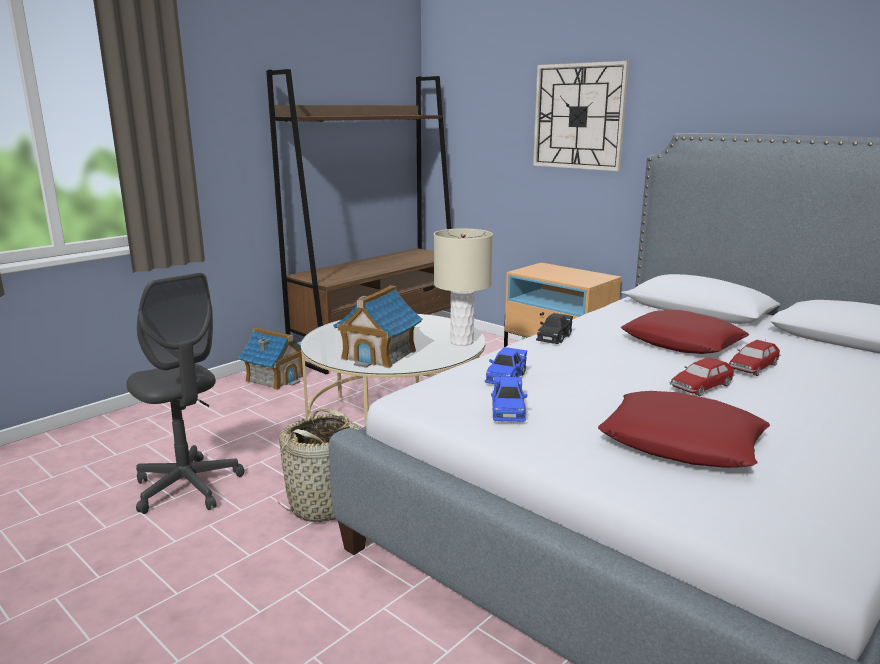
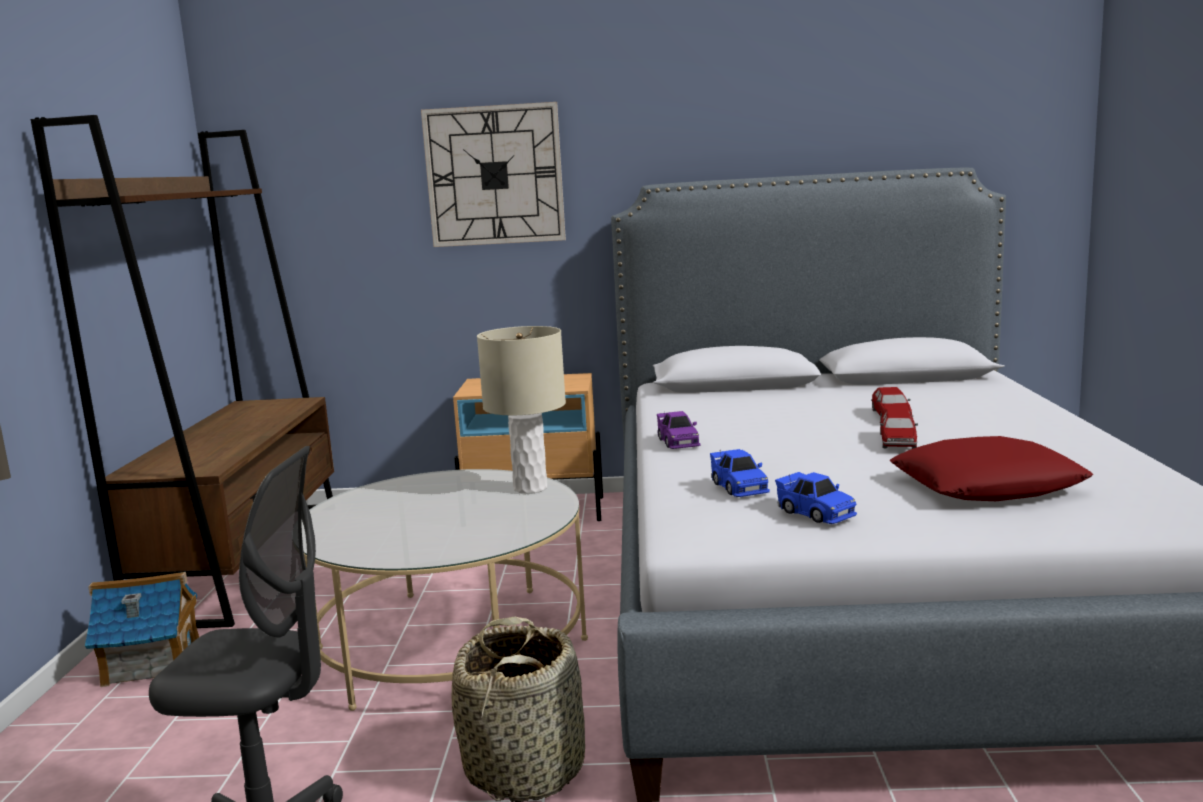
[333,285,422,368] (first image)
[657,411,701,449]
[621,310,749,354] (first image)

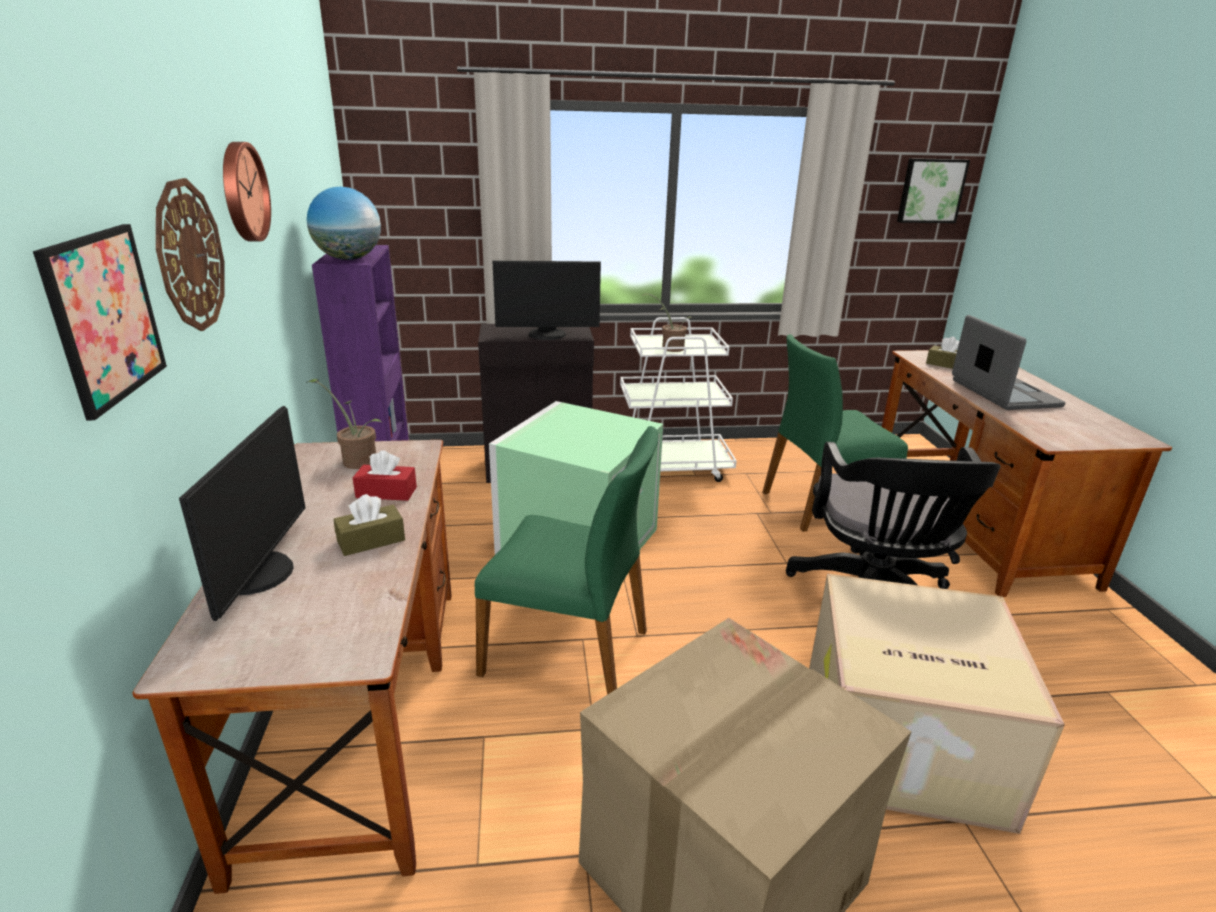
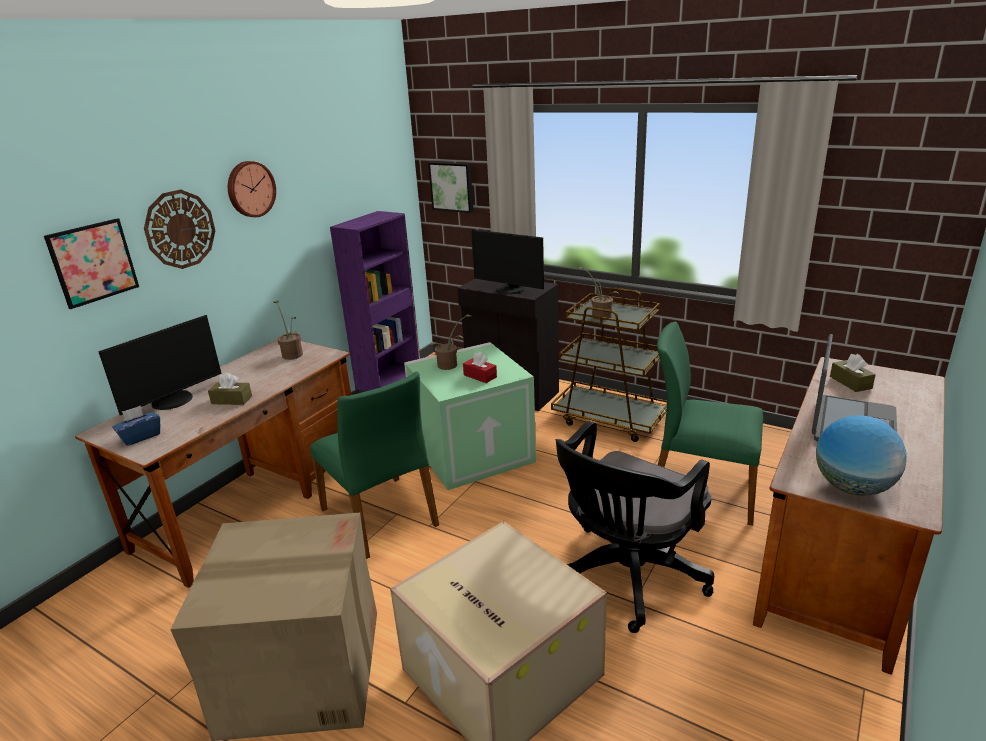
[816,415,907,496]
[463,352,497,383]
[551,288,667,442]
[428,162,473,213]
[112,406,160,446]
[430,315,471,370]

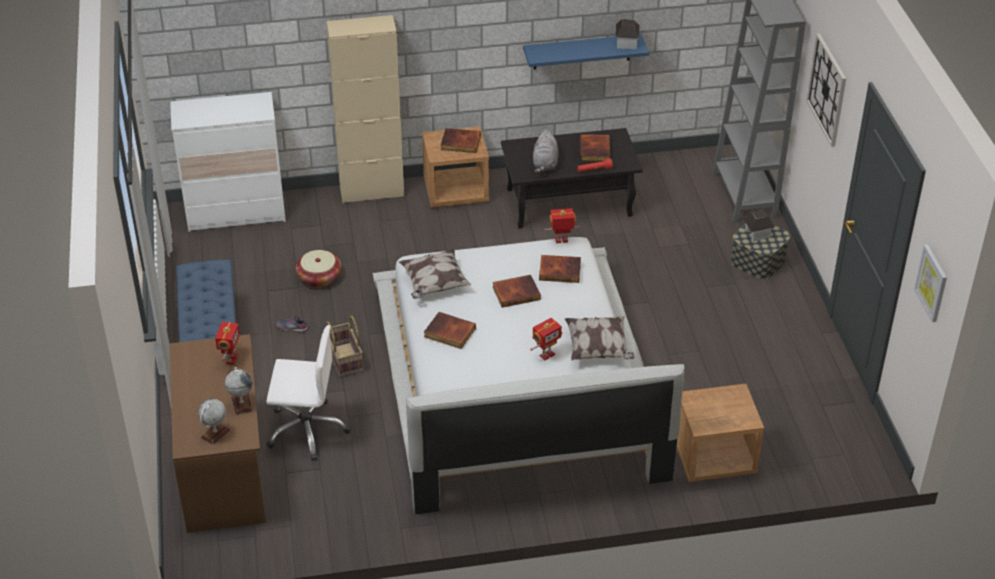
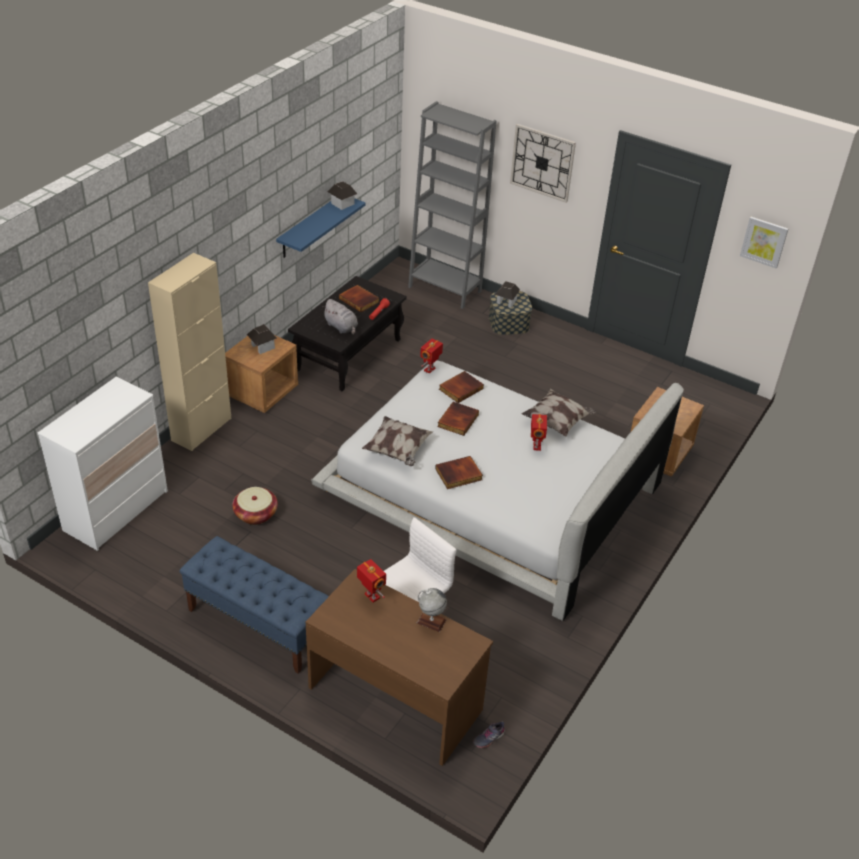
[198,398,230,445] (first image)
[473,721,505,748]
[326,316,363,378] (first image)
[247,324,277,354]

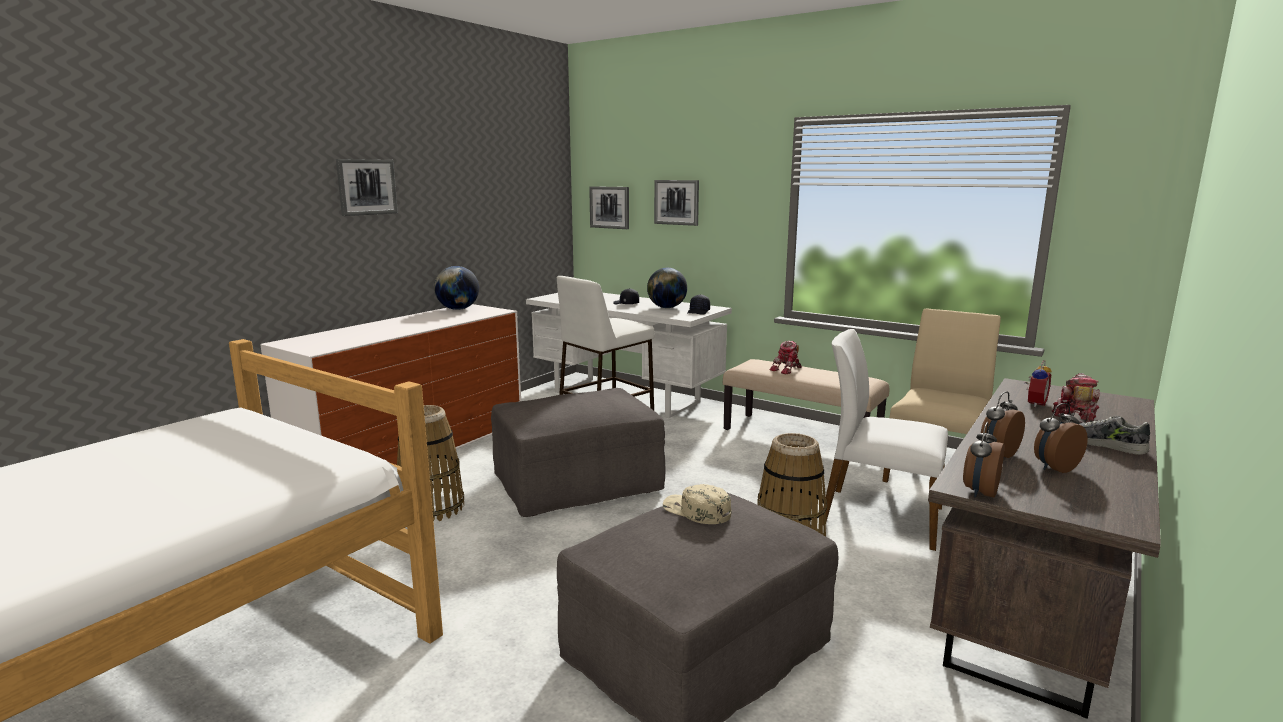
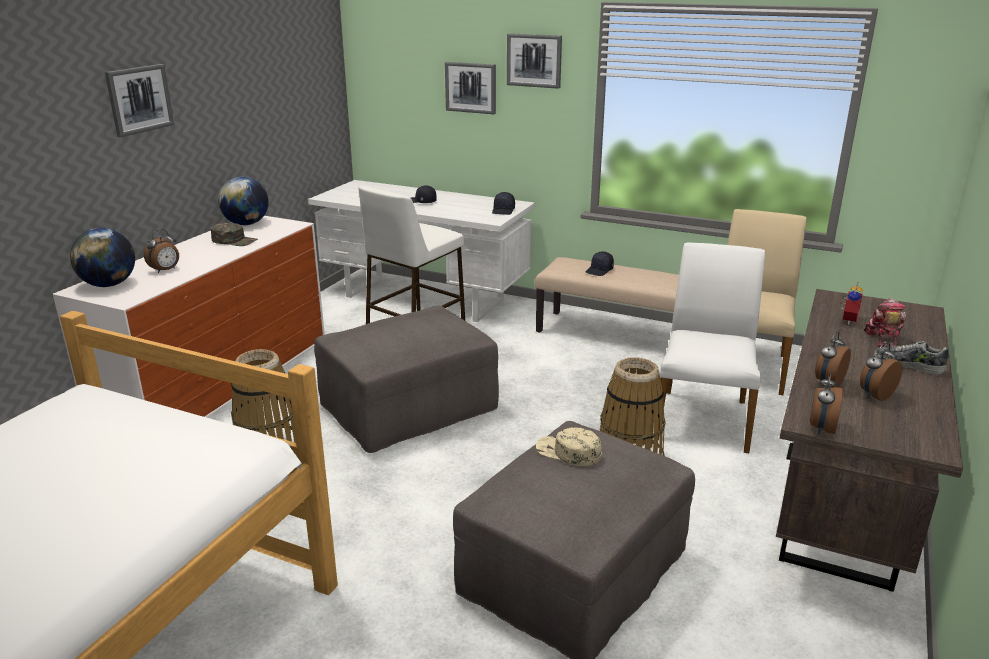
[507,33,562,89]
[70,228,135,287]
[586,251,614,276]
[658,242,765,453]
[144,229,179,273]
[211,223,258,246]

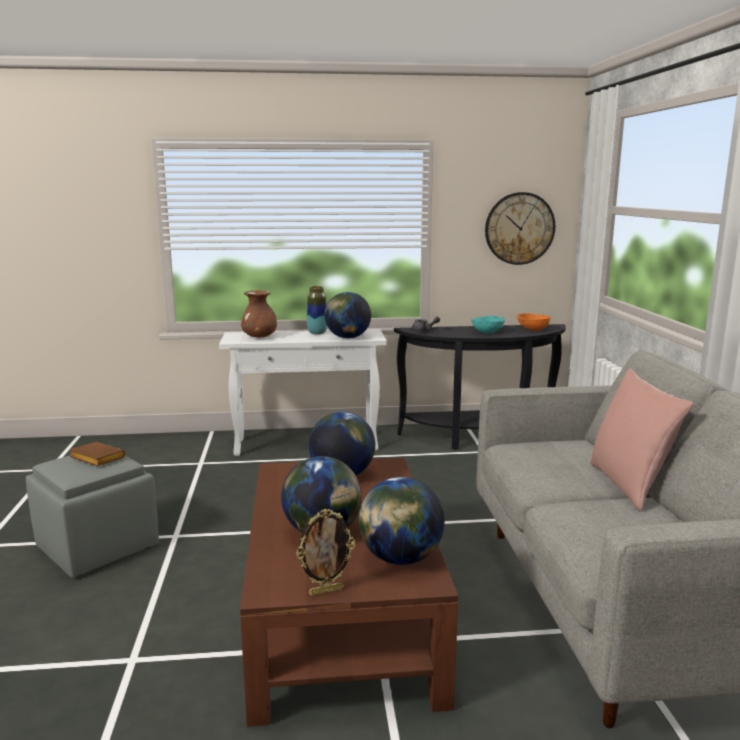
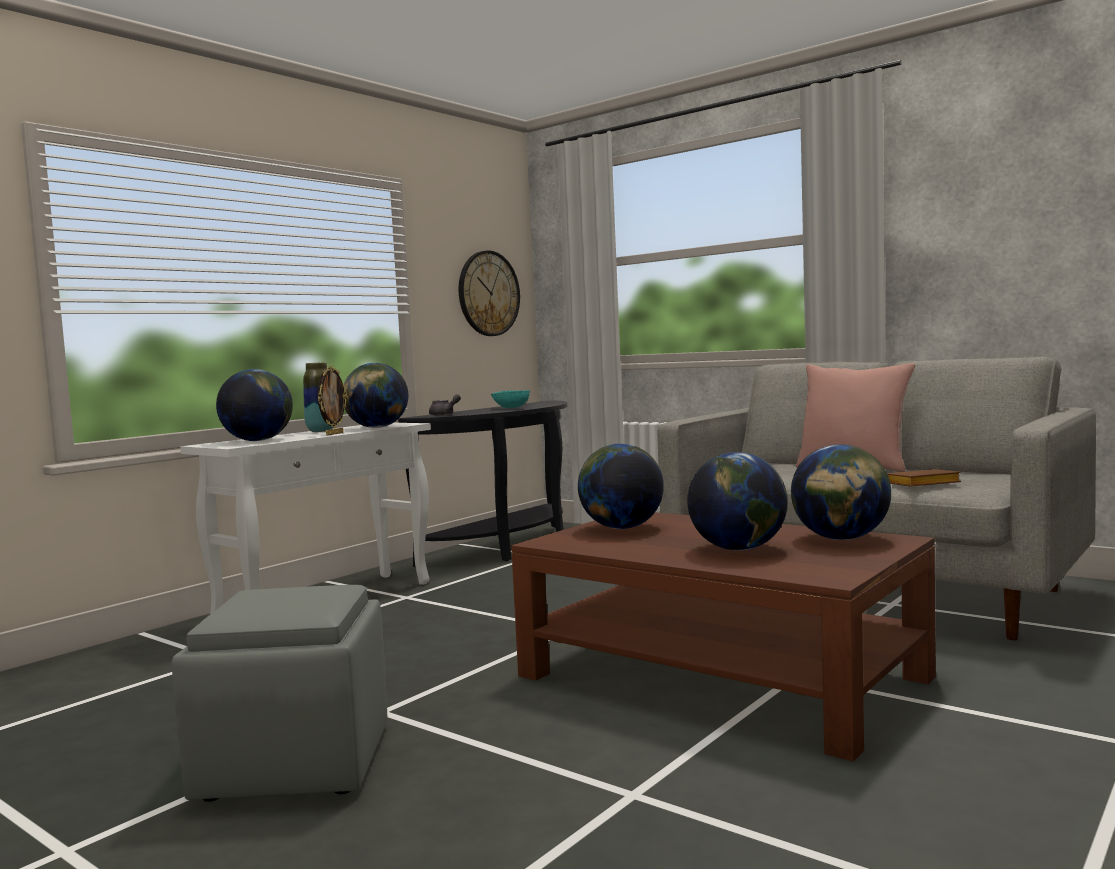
[887,469,961,486]
[216,369,293,441]
[318,365,348,435]
[517,313,551,331] (first image)

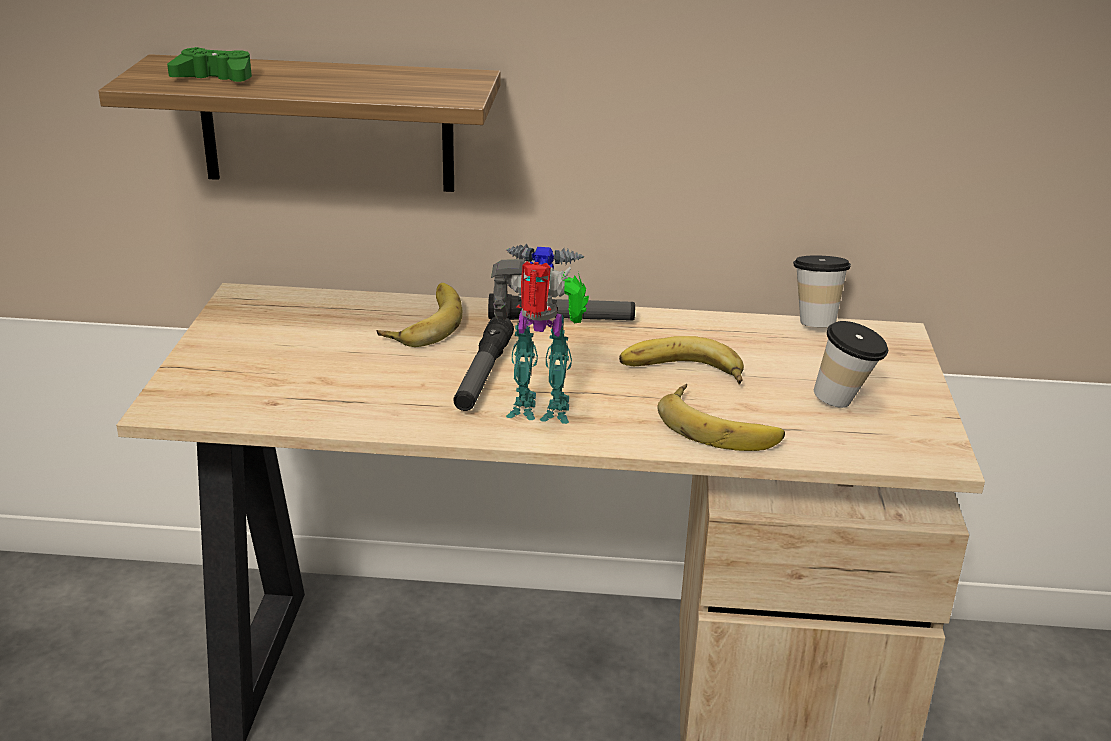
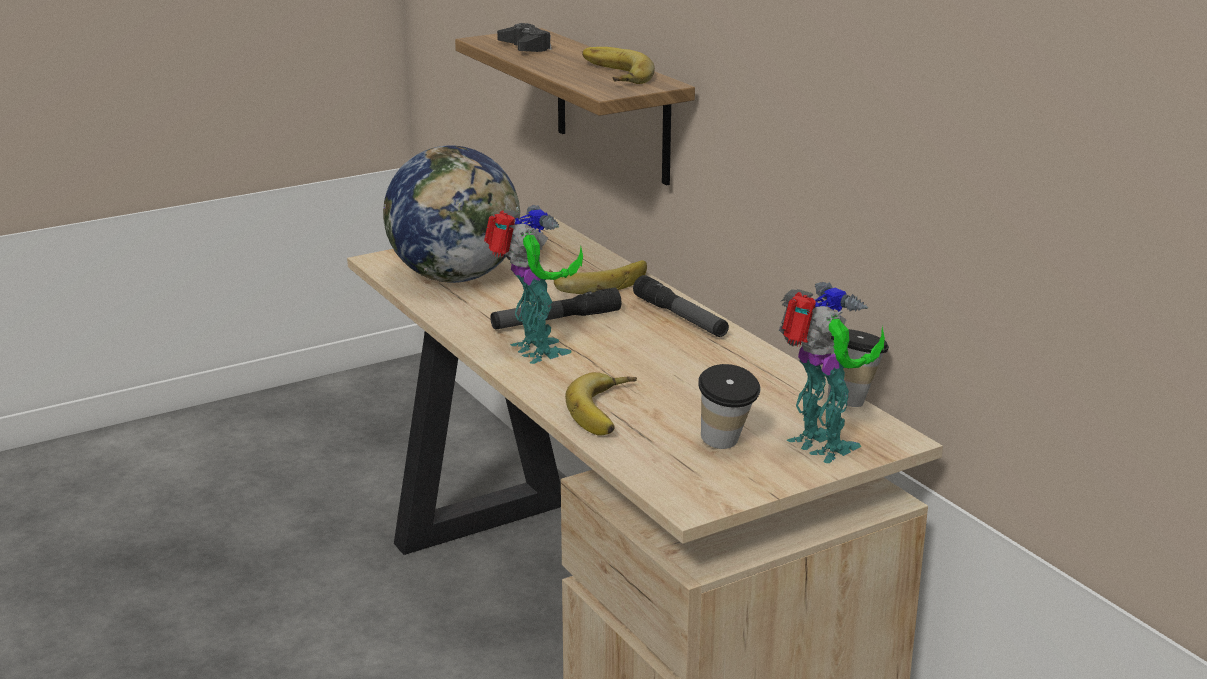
[497,23,552,52]
[582,47,655,84]
[383,145,520,283]
[779,282,885,463]

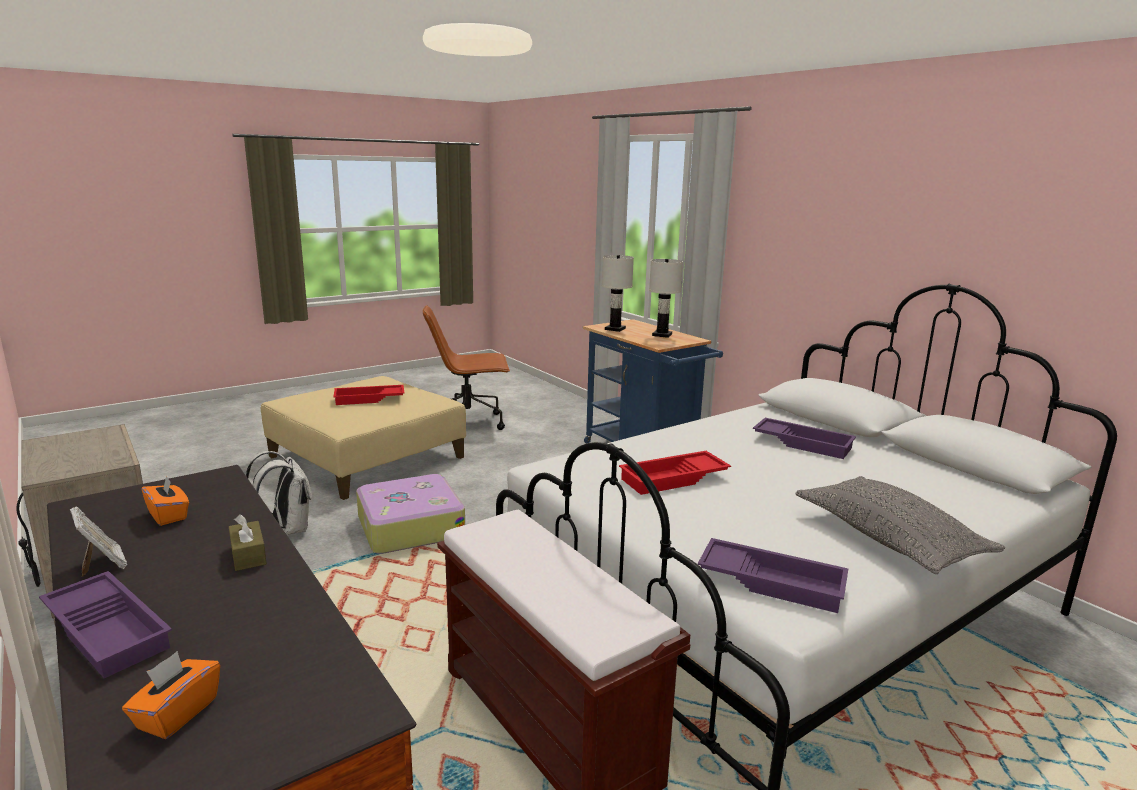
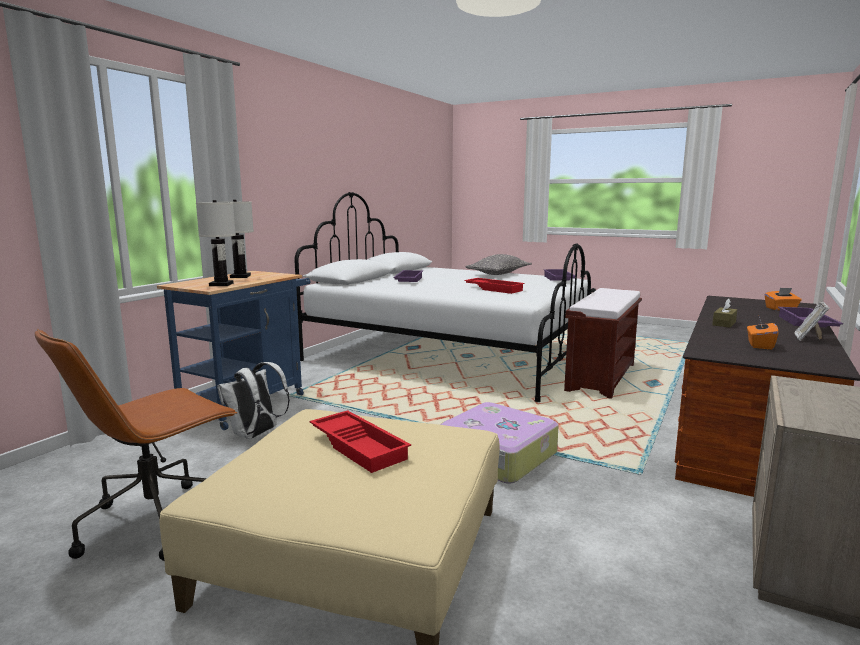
[217,362,290,439]
[35,329,238,561]

